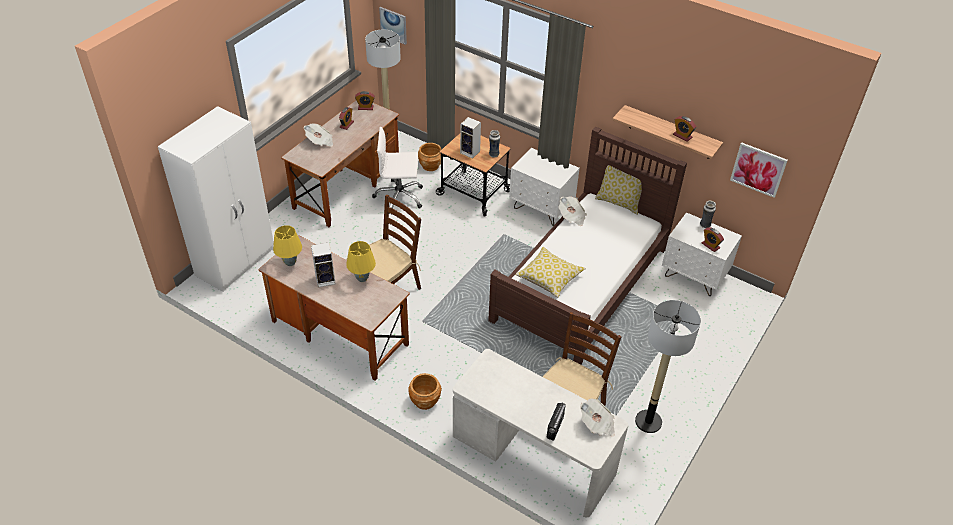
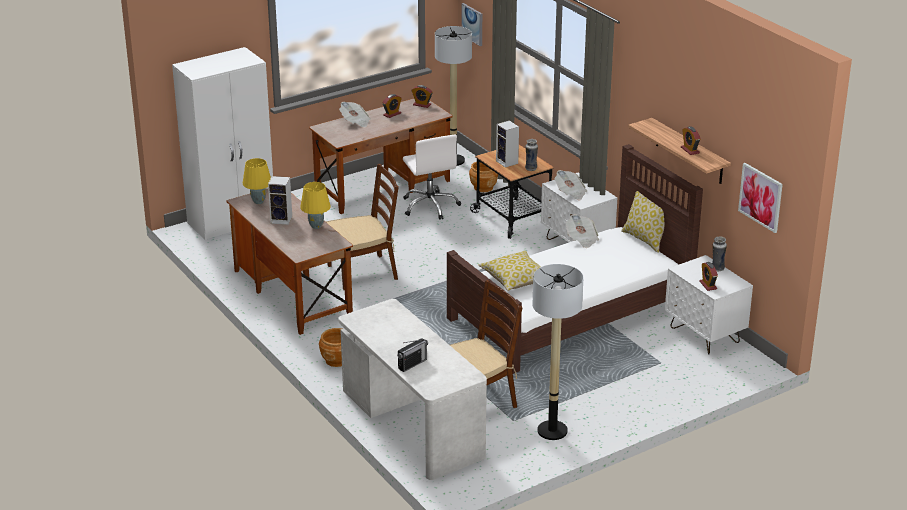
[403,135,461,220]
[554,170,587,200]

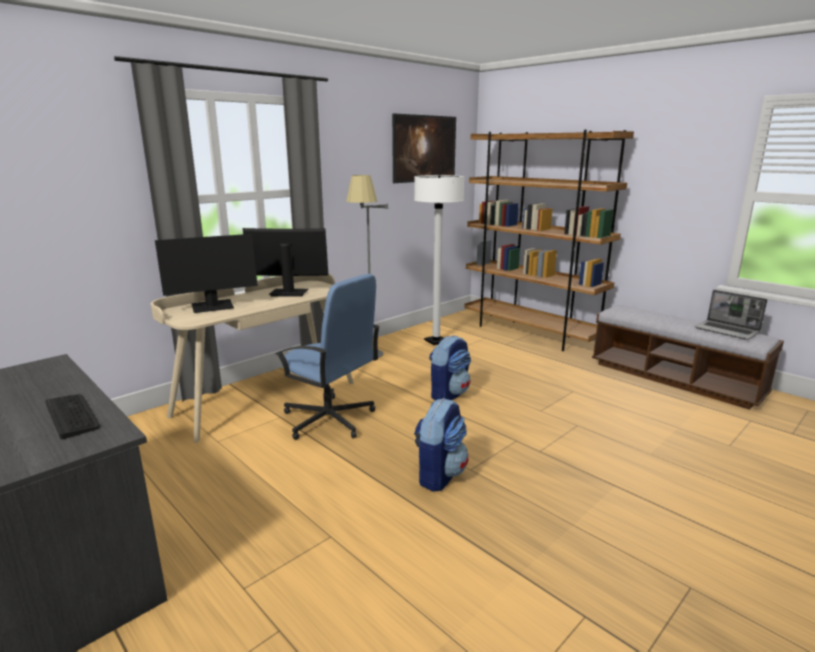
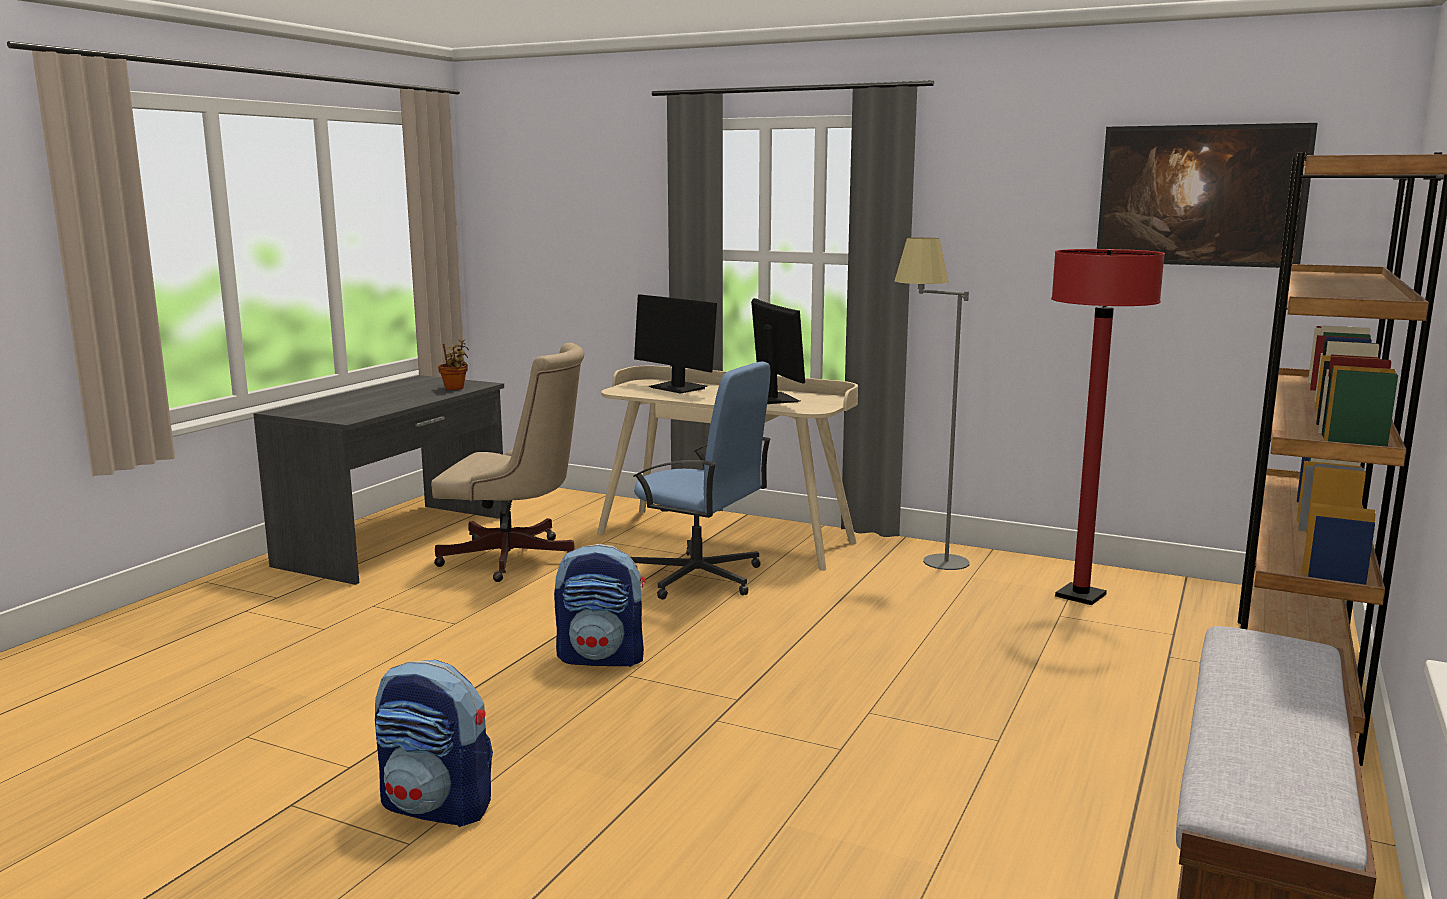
[45,394,100,439] (first image)
[631,361,771,600]
[1051,249,1165,605]
[375,660,493,827]
[695,290,767,340] (first image)
[431,343,584,582]
[438,339,469,390]

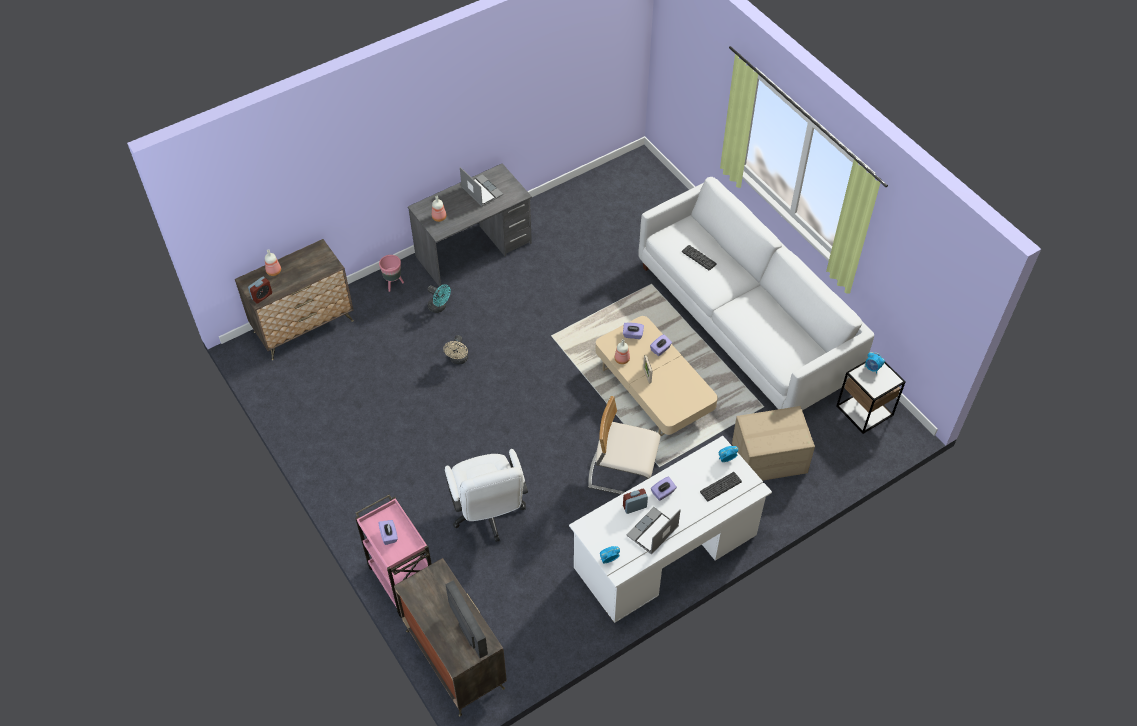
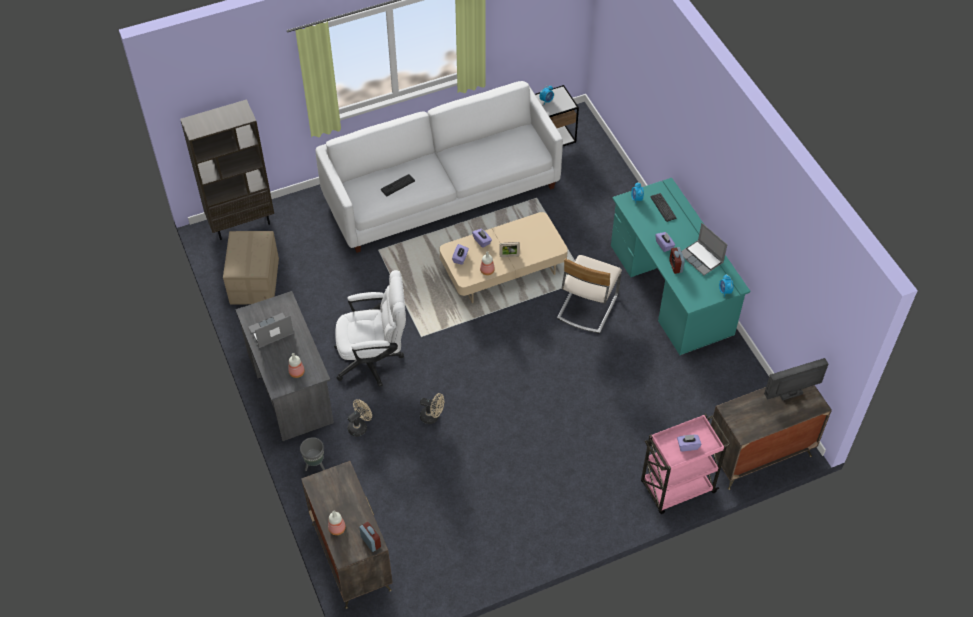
[300,437,325,471]
[348,399,372,437]
[334,270,406,387]
[611,178,750,355]
[223,231,279,304]
[180,99,274,240]

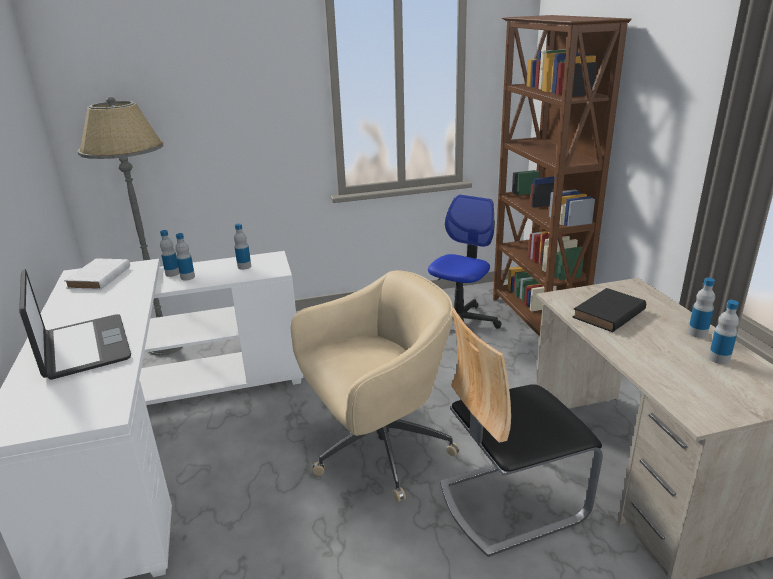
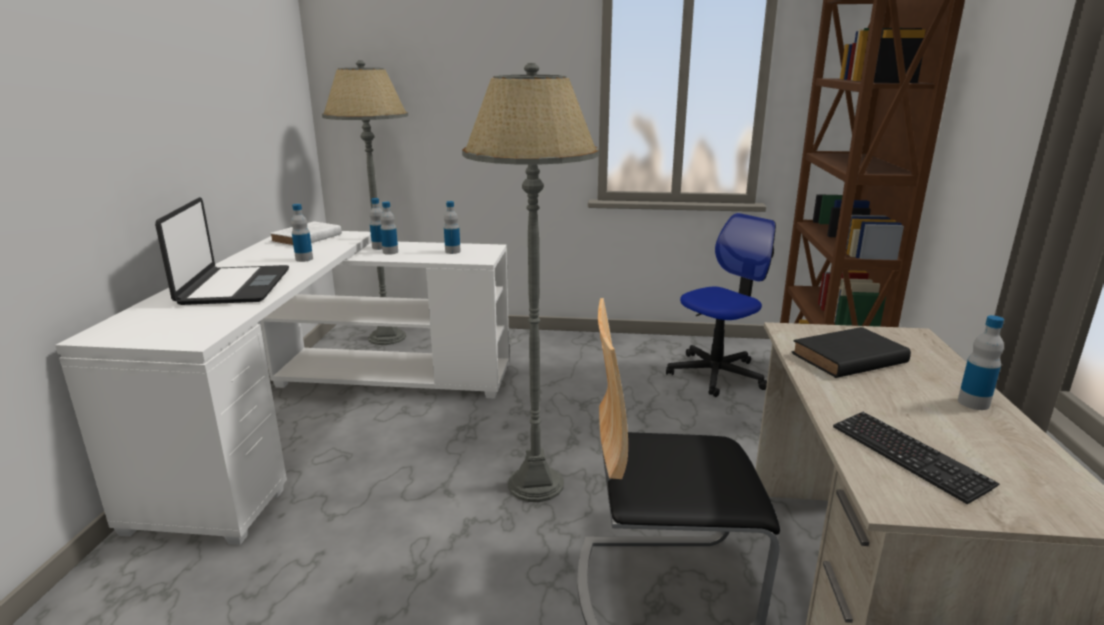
[462,63,599,502]
[291,204,313,262]
[833,412,1000,504]

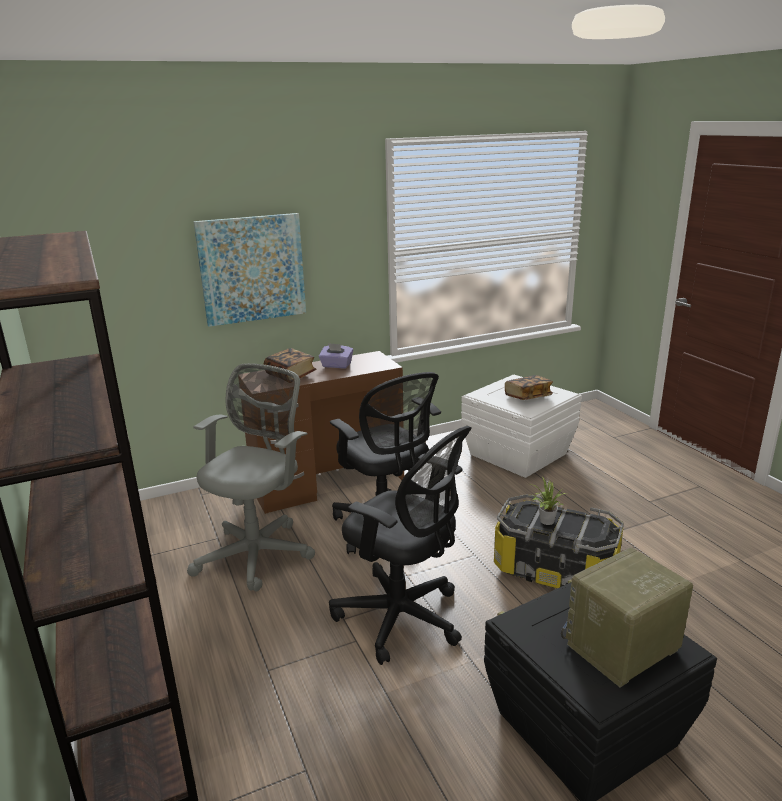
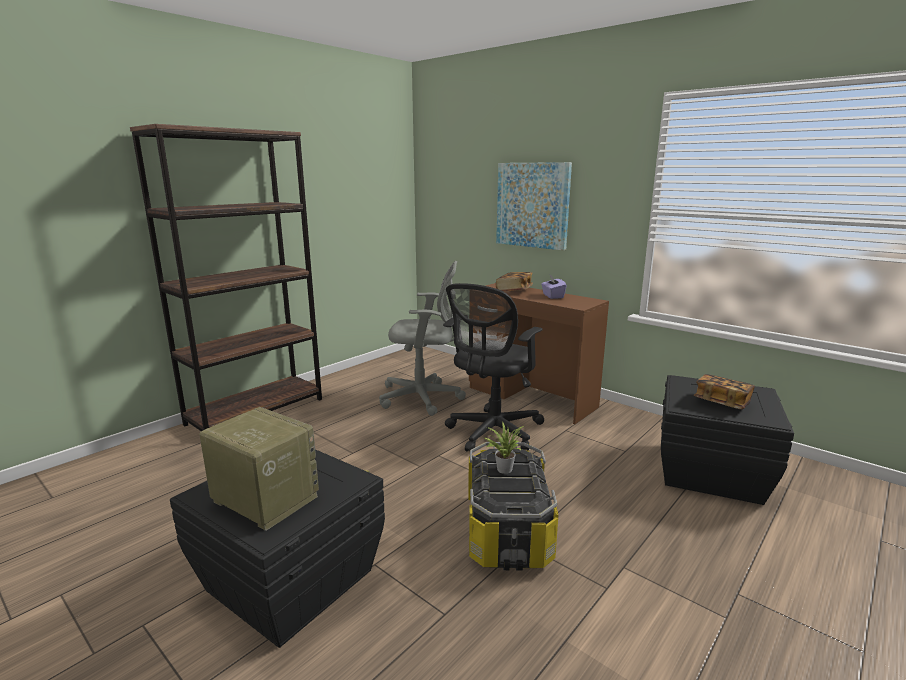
[329,426,472,665] (first image)
[661,375,794,505]

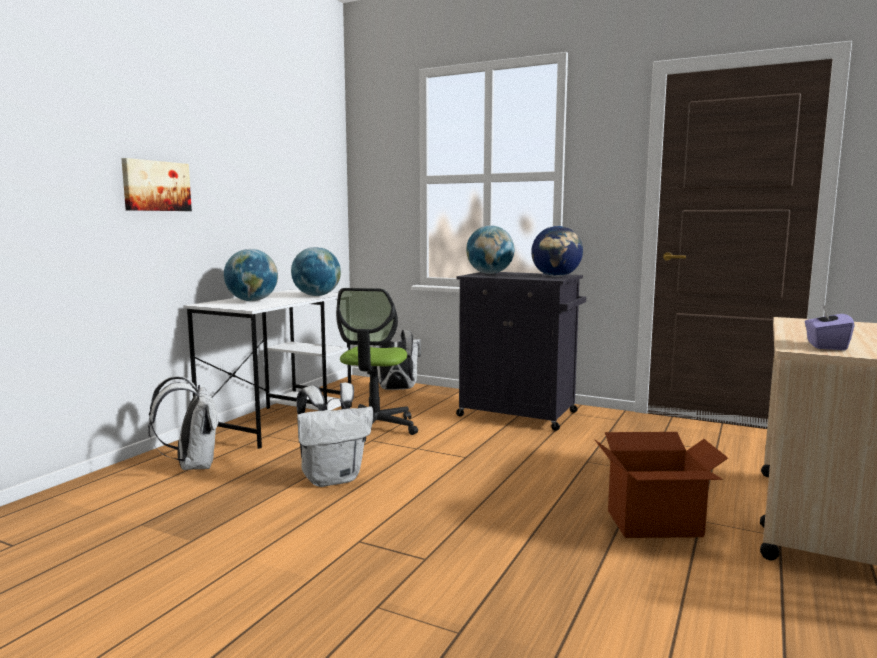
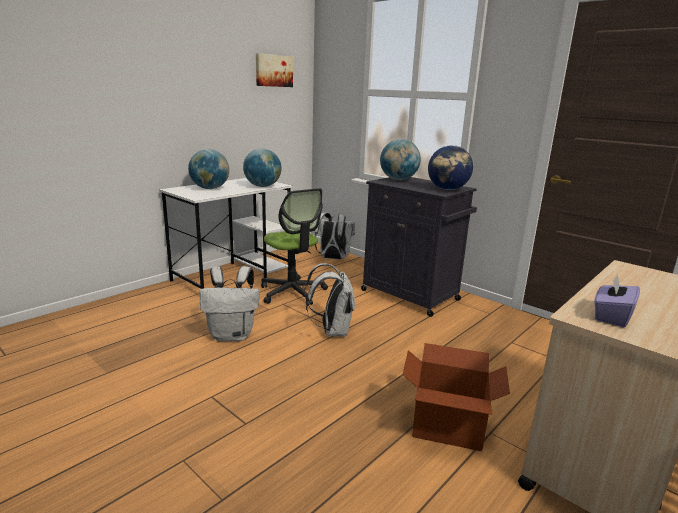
[256,53,293,87]
[304,263,355,337]
[261,188,328,305]

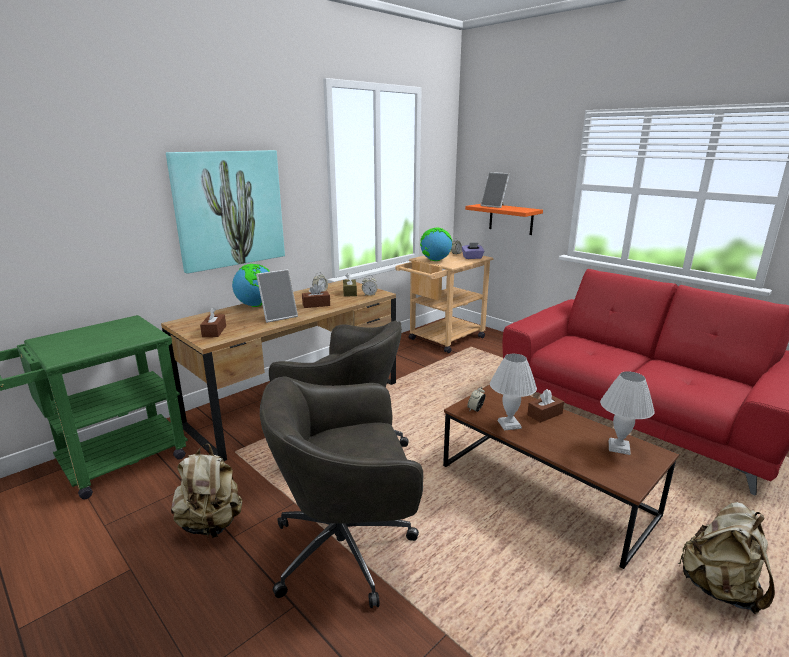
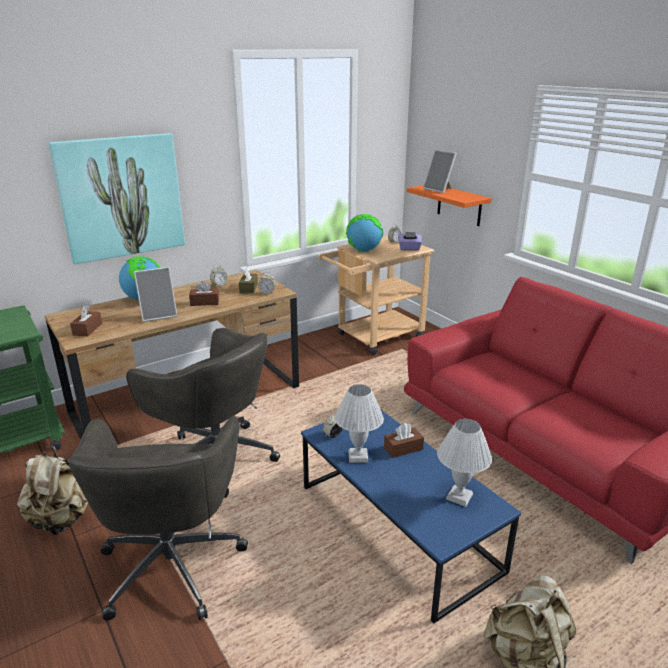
[67,416,248,620]
[301,409,521,624]

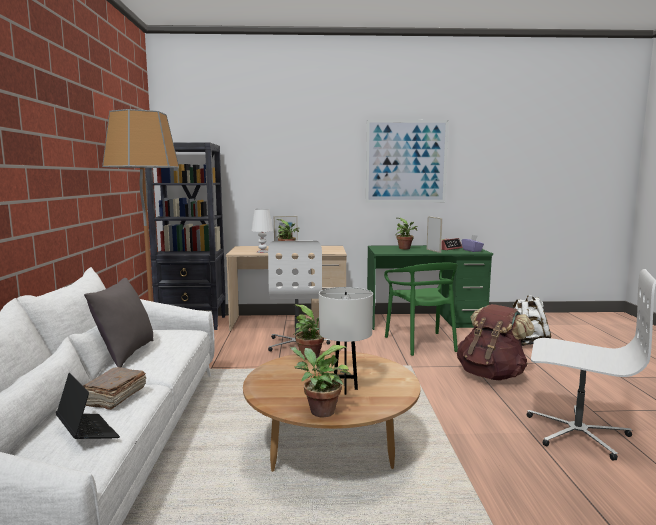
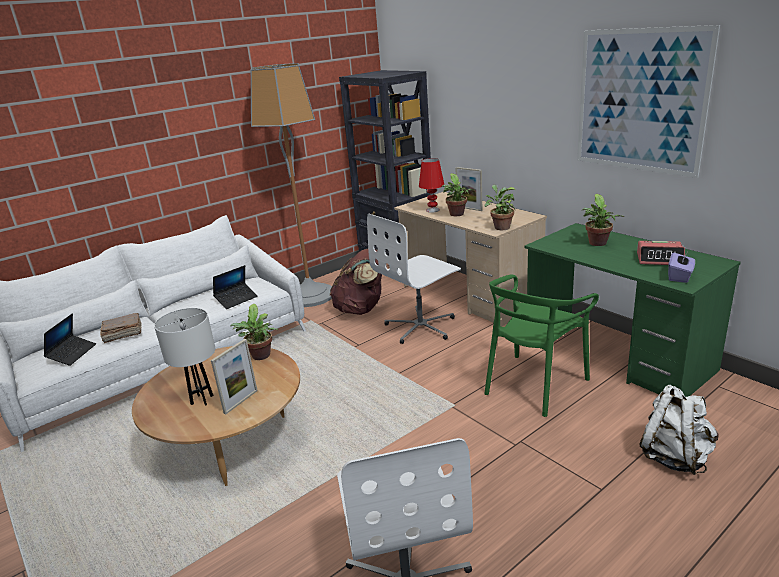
[84,278,154,368] (first image)
[419,158,444,213]
[485,185,516,231]
[211,339,258,415]
[330,249,382,315]
[213,265,258,309]

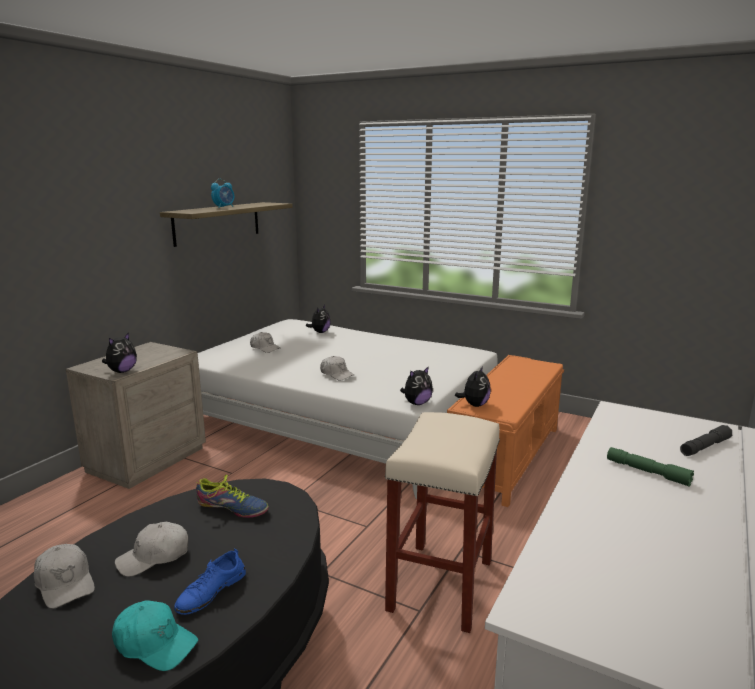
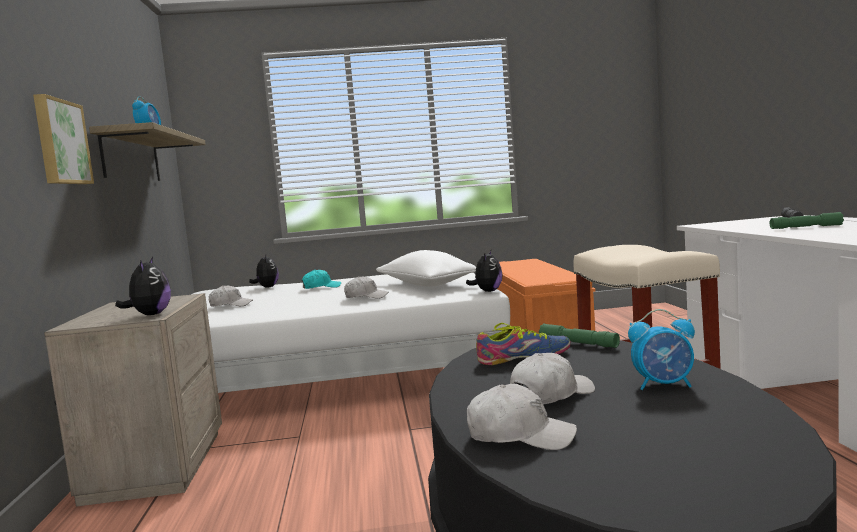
[302,269,341,289]
[510,353,595,405]
[628,309,695,390]
[455,366,491,407] (first image)
[33,94,94,184]
[376,250,476,287]
[539,324,620,348]

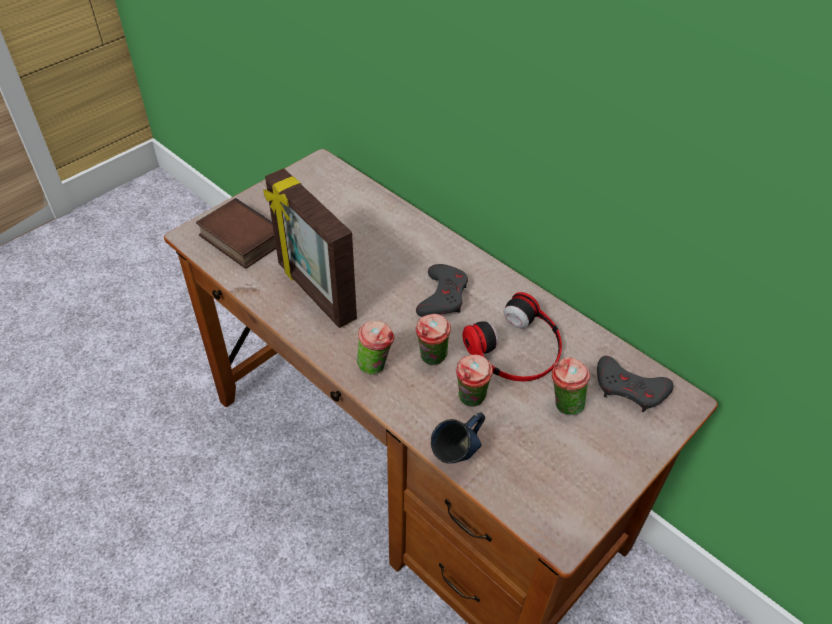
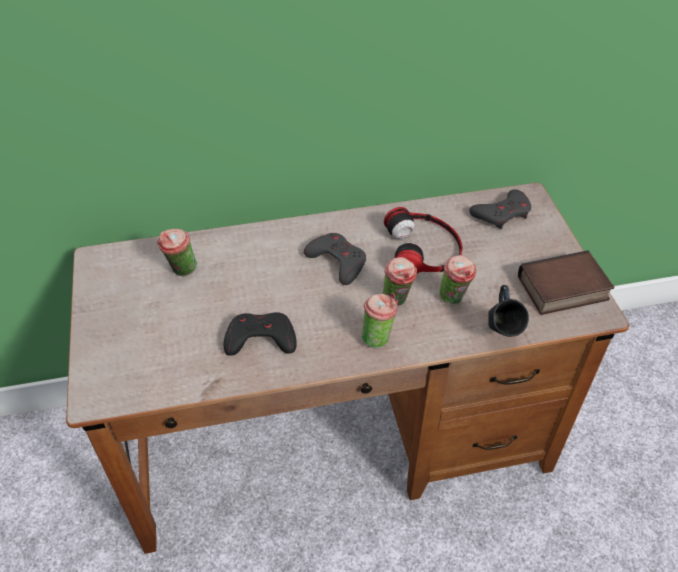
[518,250,614,315]
[224,312,297,356]
[157,229,197,276]

